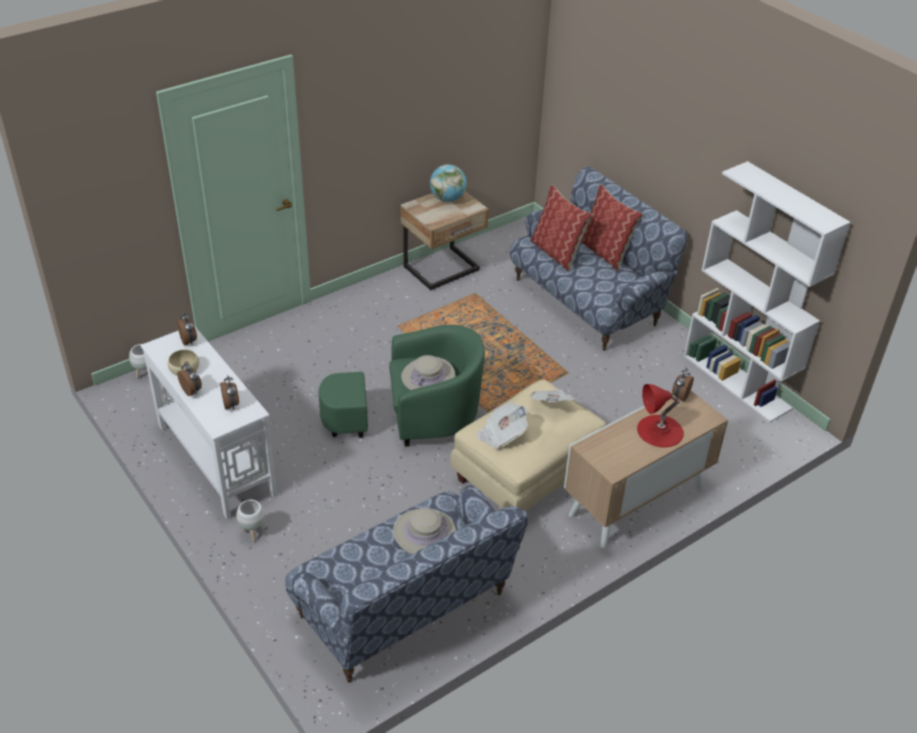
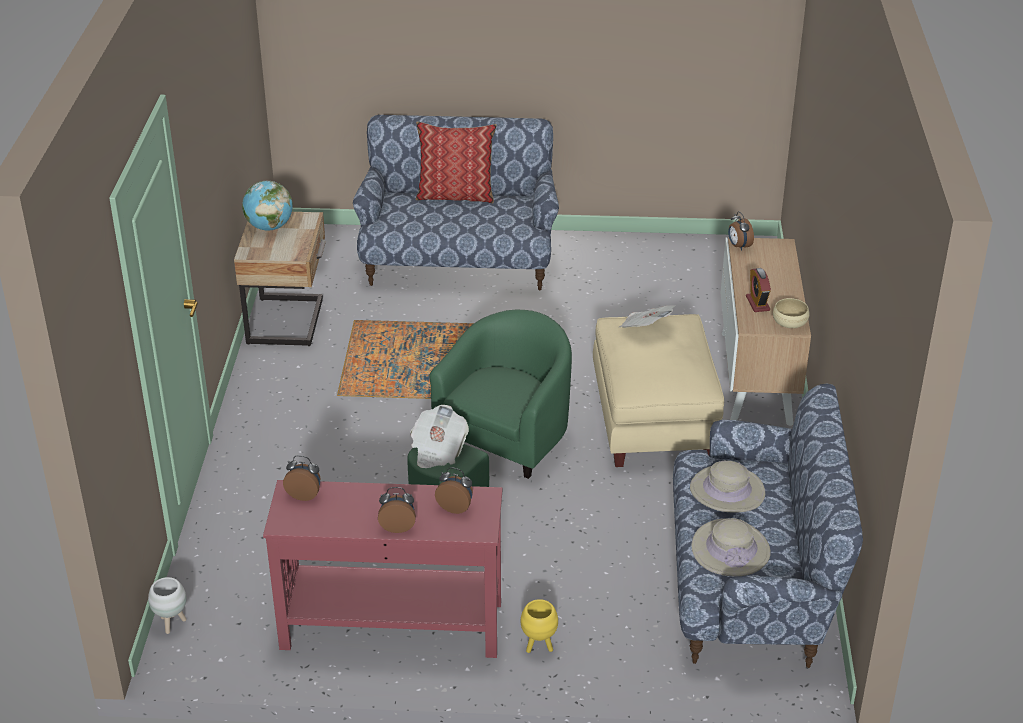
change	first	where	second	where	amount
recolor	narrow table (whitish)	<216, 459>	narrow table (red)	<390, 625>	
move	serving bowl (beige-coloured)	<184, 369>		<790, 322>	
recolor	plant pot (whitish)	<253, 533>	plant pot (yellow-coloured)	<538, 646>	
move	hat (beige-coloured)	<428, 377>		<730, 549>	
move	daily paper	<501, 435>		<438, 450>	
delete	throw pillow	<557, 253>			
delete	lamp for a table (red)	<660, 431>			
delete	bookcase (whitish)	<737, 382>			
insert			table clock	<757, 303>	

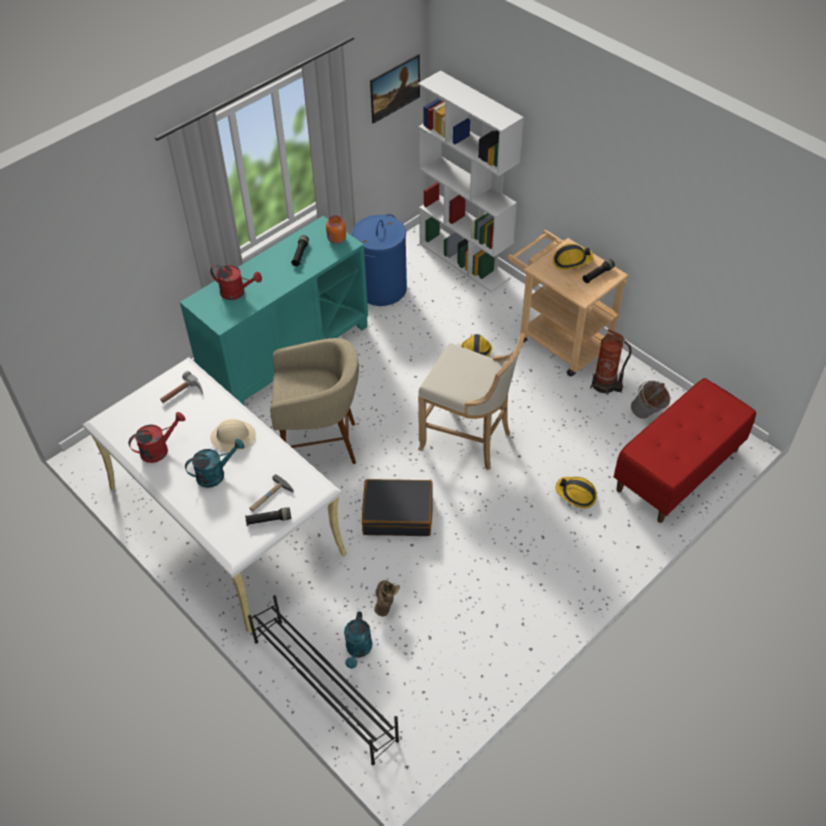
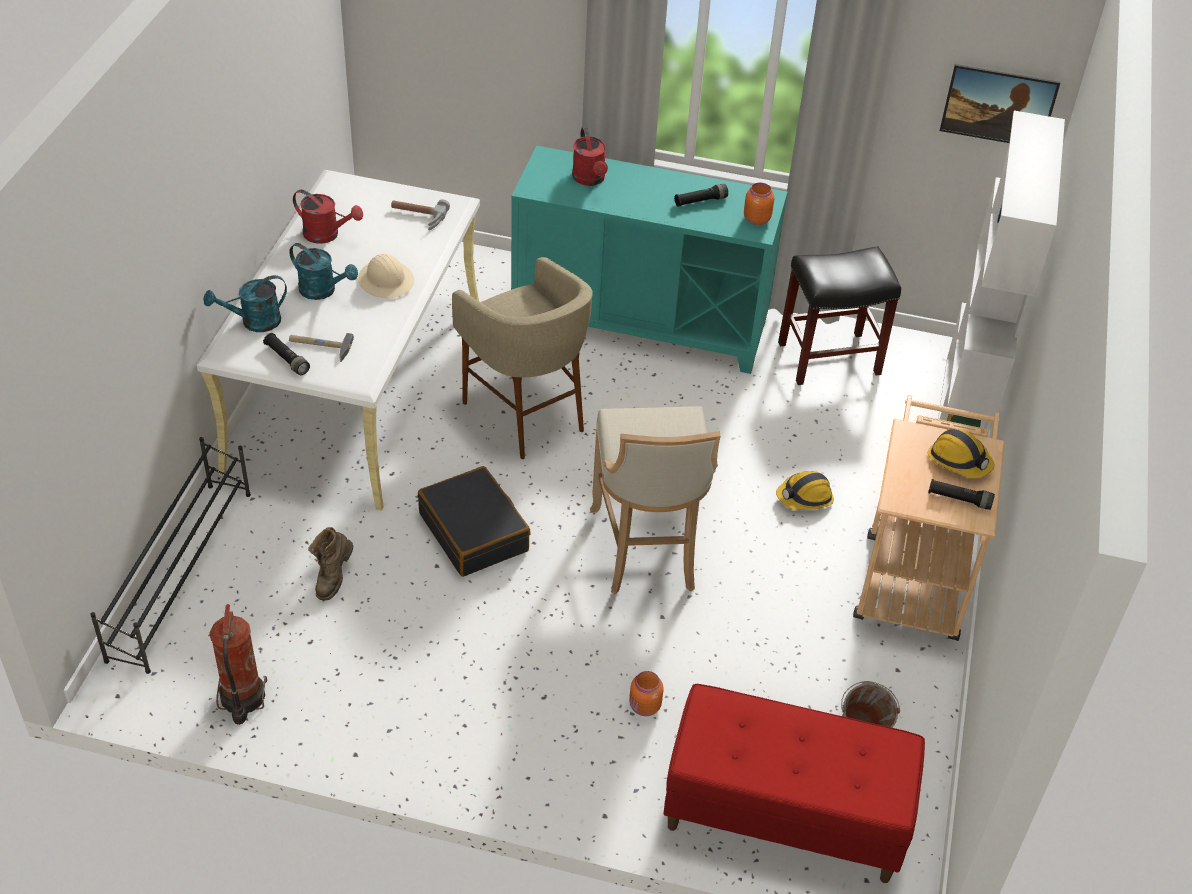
change	first	where	second	where	amount
move	sprinkling can (blue-green)	<358, 650>		<254, 322>	
replace	washing basket (blue-coloured)	<381, 289>	stool seat (black-coloured)	<828, 359>	
rotate	high-top boot (brown-coloured)	<385, 603>		<333, 578>	135 degrees clockwise
replace	safety helmet	<576, 494>	jar (orange-coloured)	<644, 707>	
move	fire extinguisher	<605, 385>		<241, 699>	

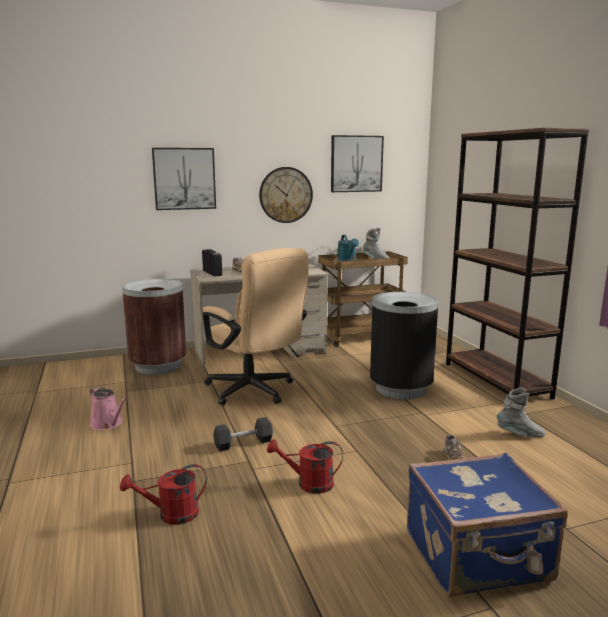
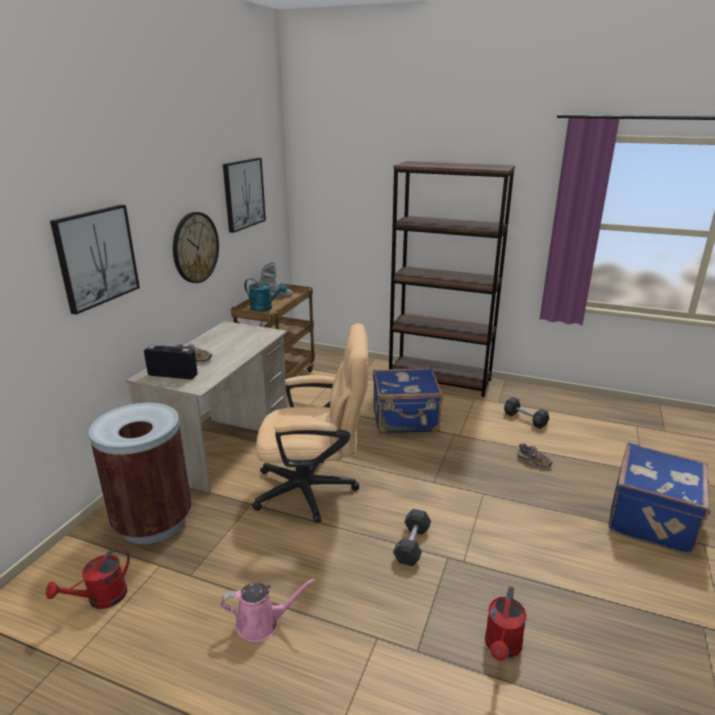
change	first	where	second	where	amount
move	sprinkling can (red)	<308, 484>		<101, 599>	
replace	rubbish bin (black-coloured)	<401, 389>	travel case (blue-coloured)	<405, 420>	
replace	high-top boot (grey)	<520, 434>	free weight (black-coloured)	<525, 419>	

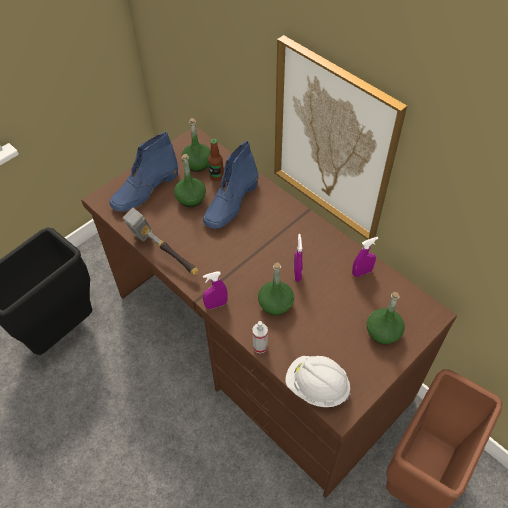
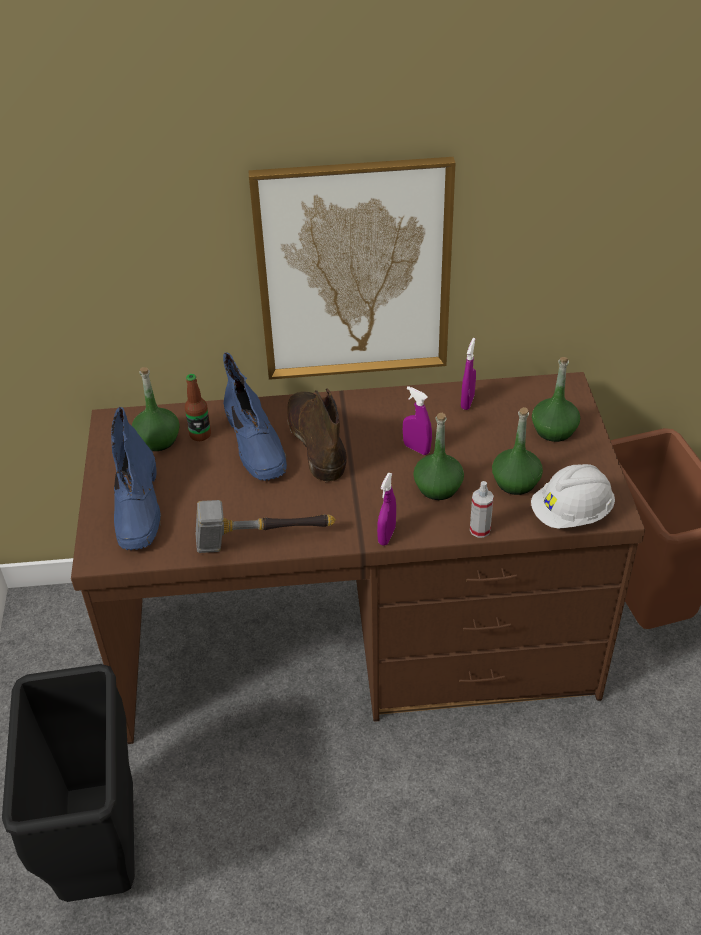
change	first	where	second	where	amount
move	beverage bottle (green)	<190, 198>		<515, 482>	
insert			high-top boot (brown-coloured)	<316, 440>	

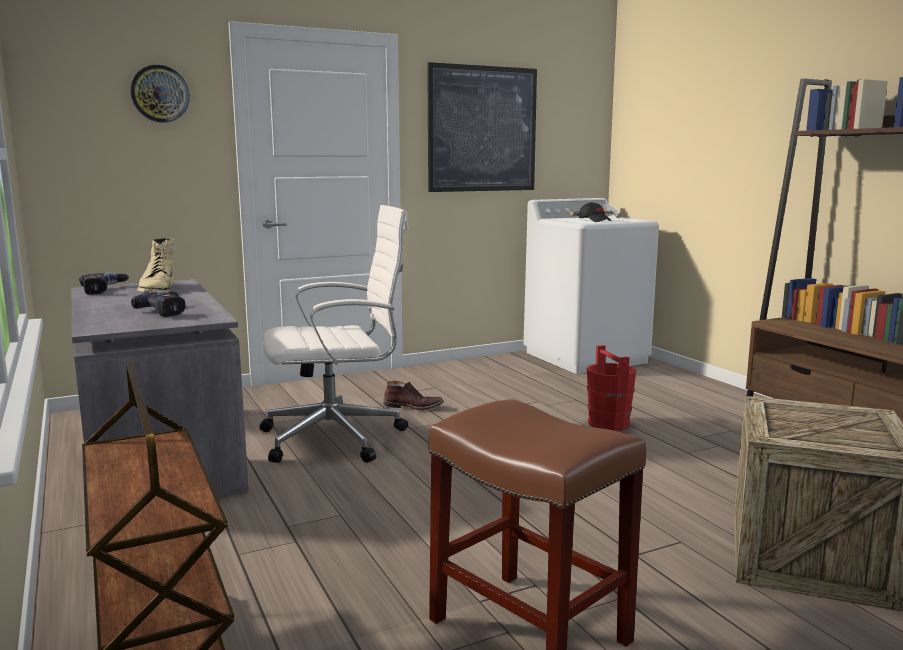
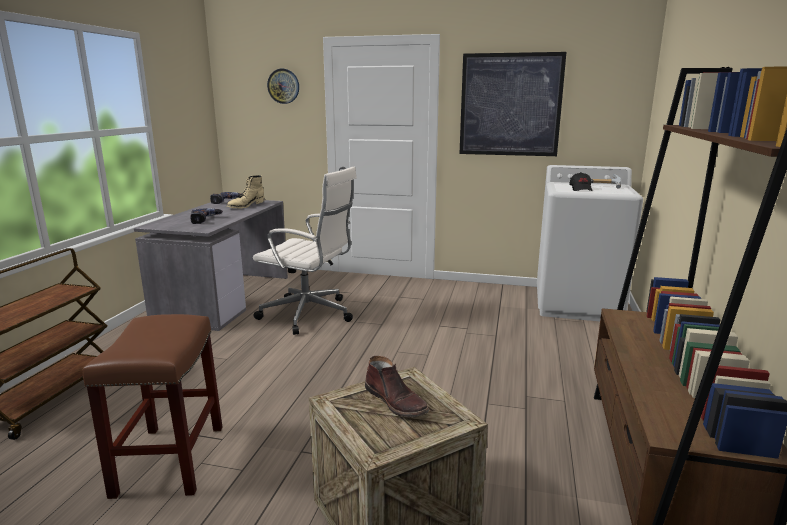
change	first	where	second	where	amount
move	high-top boot (brown-coloured)	<413, 406>		<396, 402>	
delete	bucket (red)	<608, 423>			

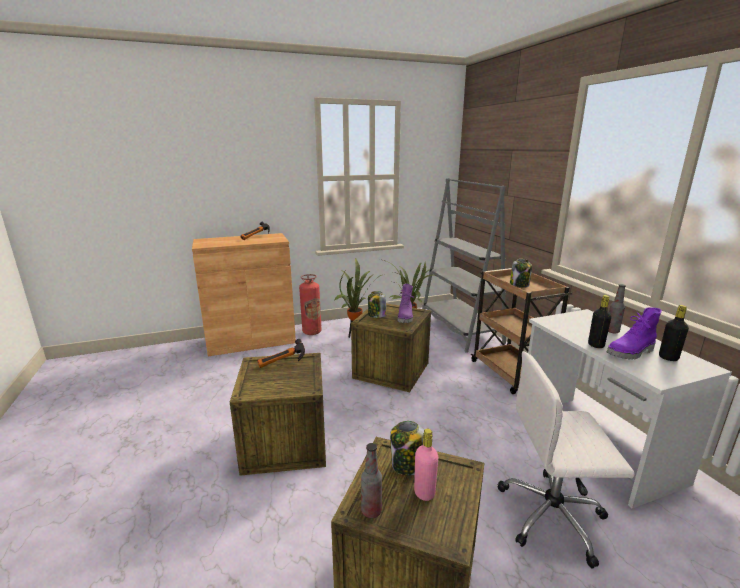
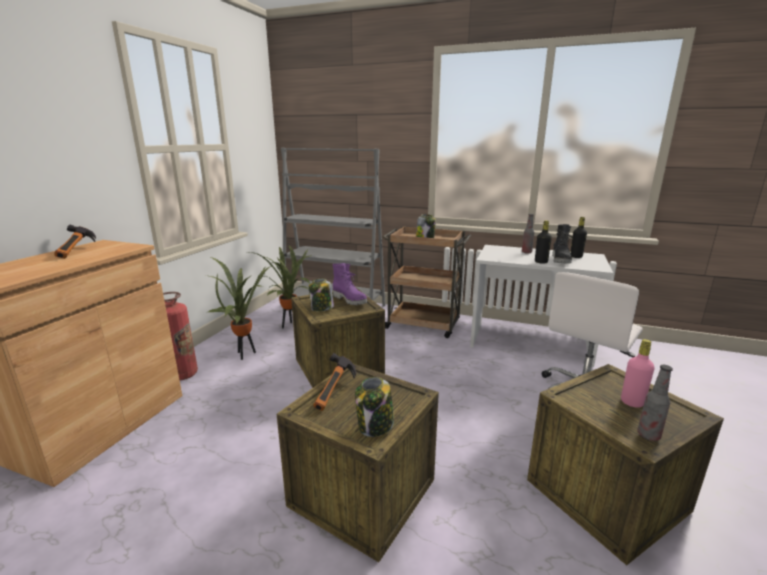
change	first	where	second	where	amount
move	jar	<408, 465>		<375, 426>	
recolor	high-top boot (purple)	<631, 353>	high-top boot (black-coloured)	<561, 260>	

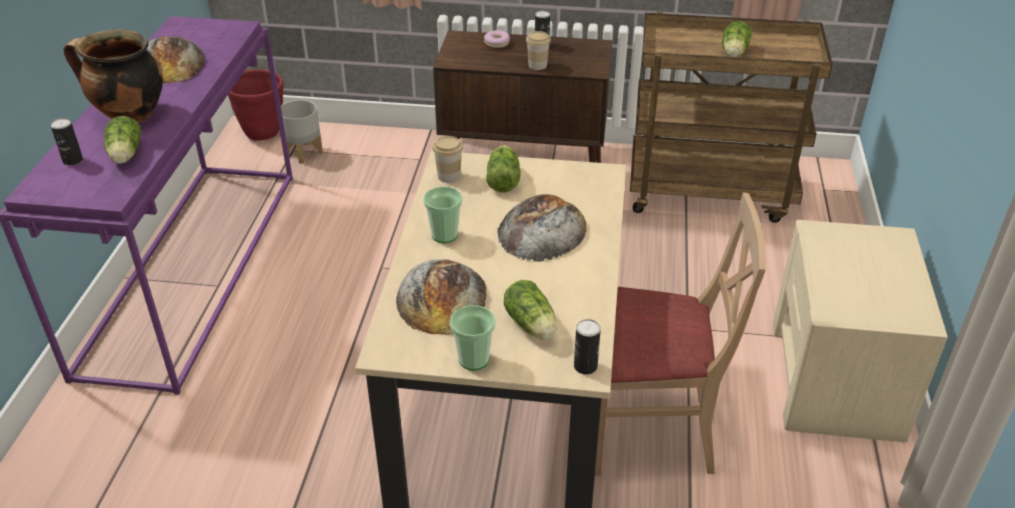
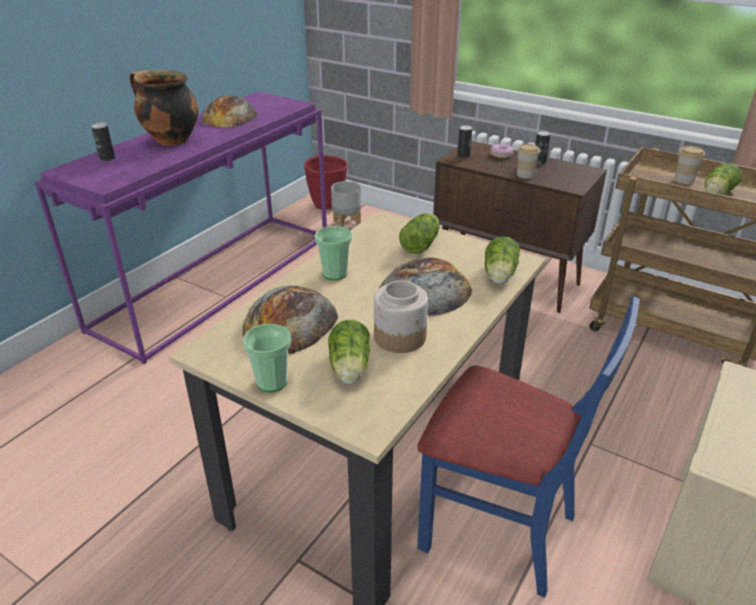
change	first	where	second	where	amount
move	lettuce	<125, 155>		<499, 276>	
move	cup	<449, 176>		<684, 180>	
move	metal can	<585, 366>		<463, 156>	
recolor	upright chair (beige-coloured)	<648, 431>	upright chair (blue-coloured)	<498, 528>	
insert			jar	<400, 337>	

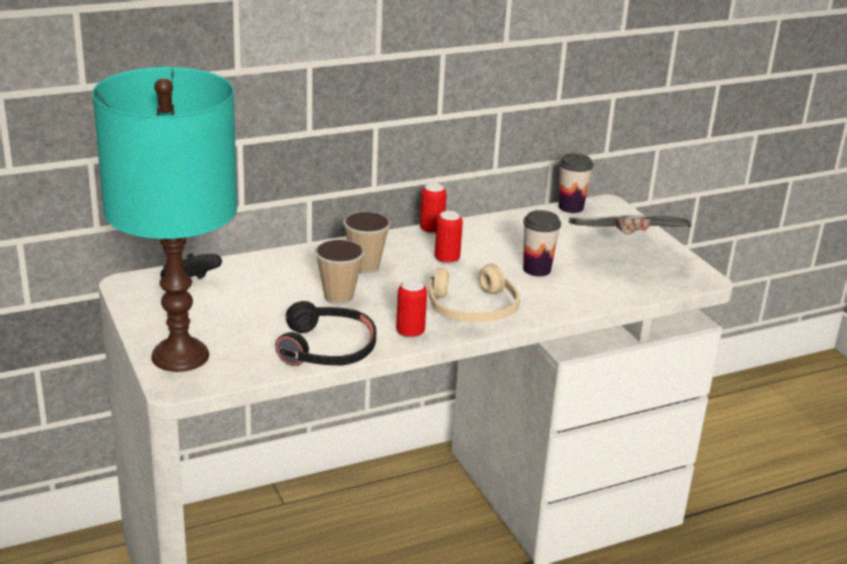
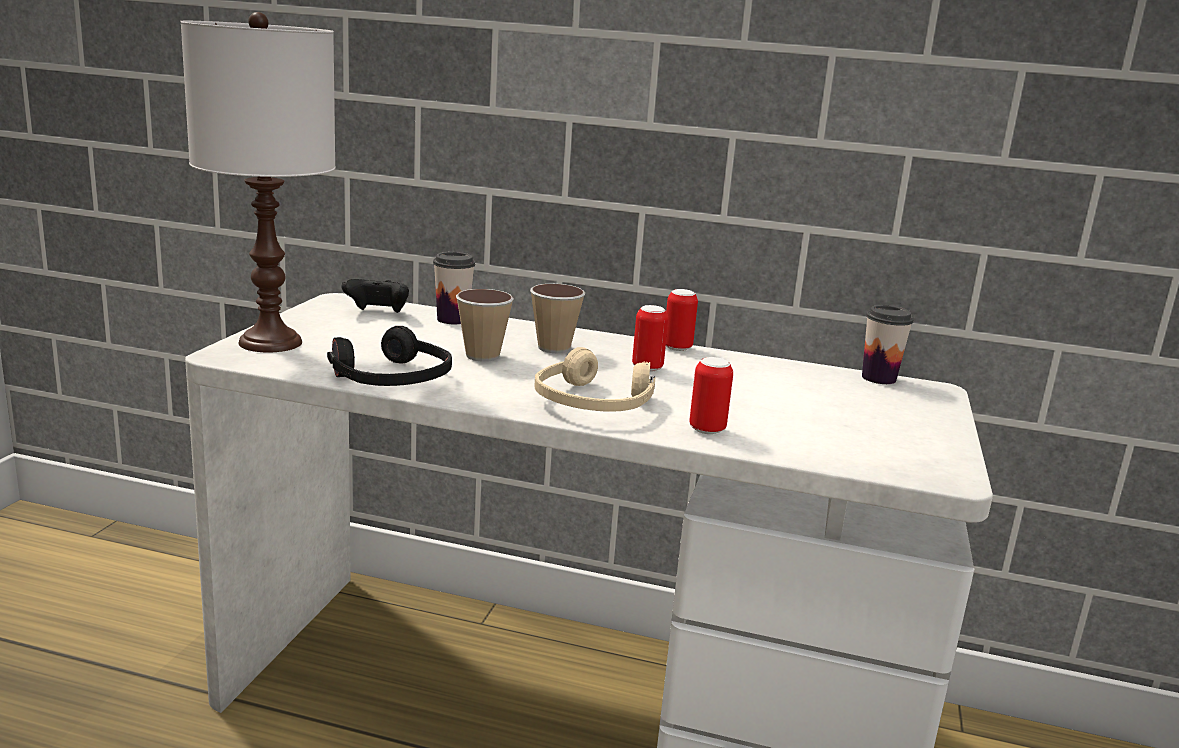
change	first	where	second	where	amount
recolor	lamp for a table (blue-green)	<181, 356>	lamp for a table (whitish)	<270, 343>	
move	metal can	<410, 332>		<707, 429>	
move	cup	<537, 269>		<452, 319>	
delete	daily paper	<623, 253>			

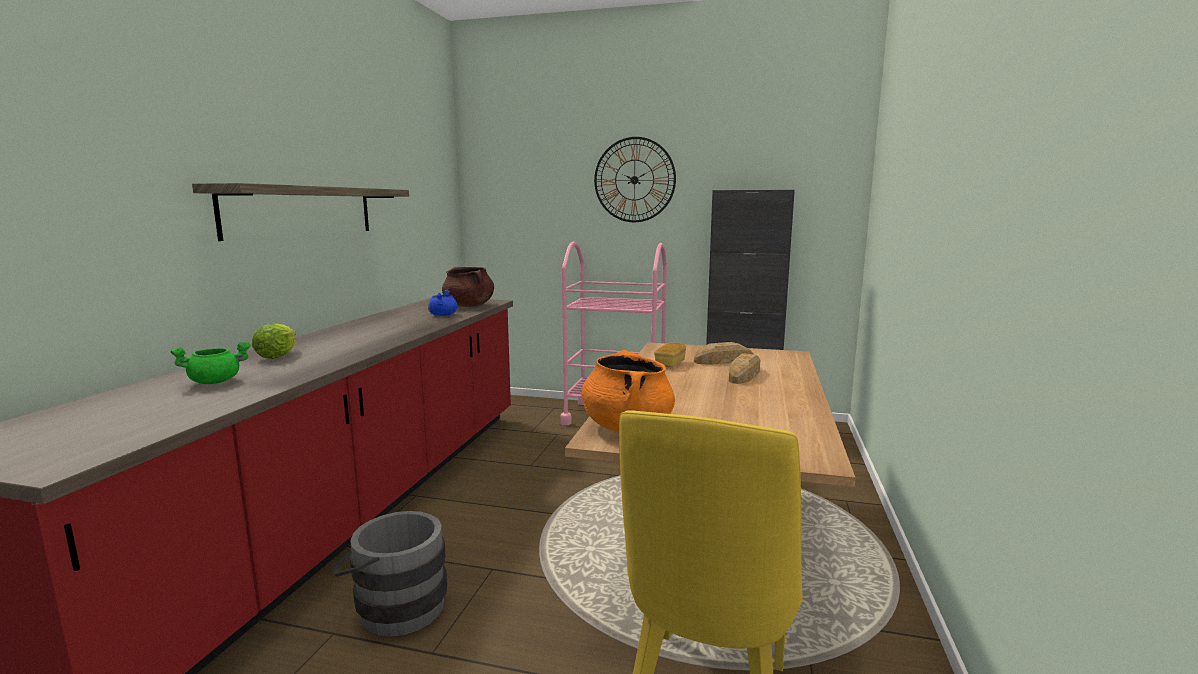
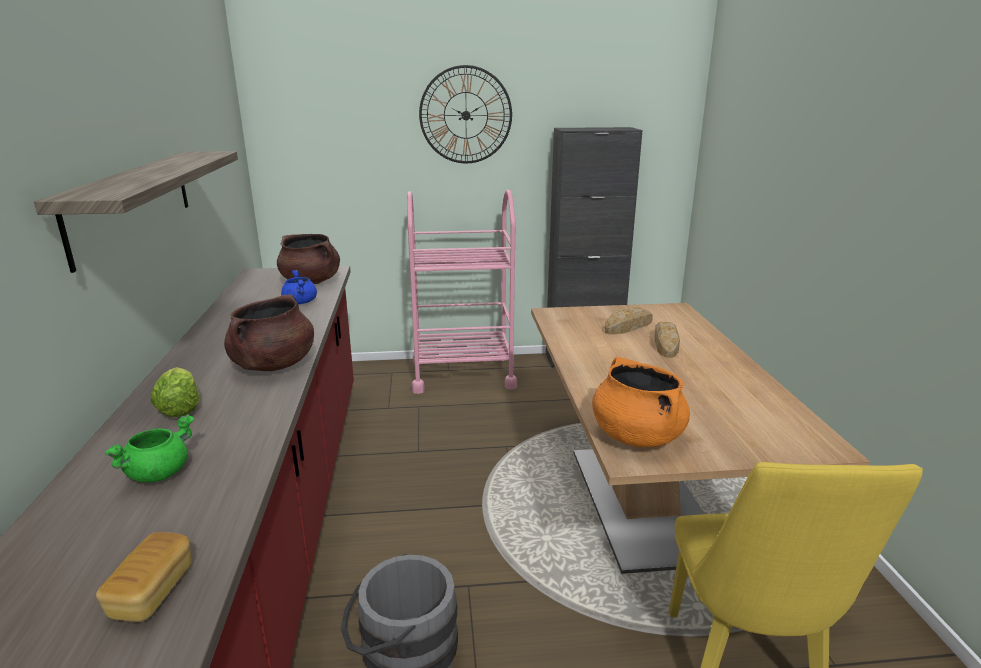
change	first	where	second	where	amount
move	bakery bread	<670, 364>		<152, 592>	
insert			stockpot (brown-coloured)	<273, 365>	

